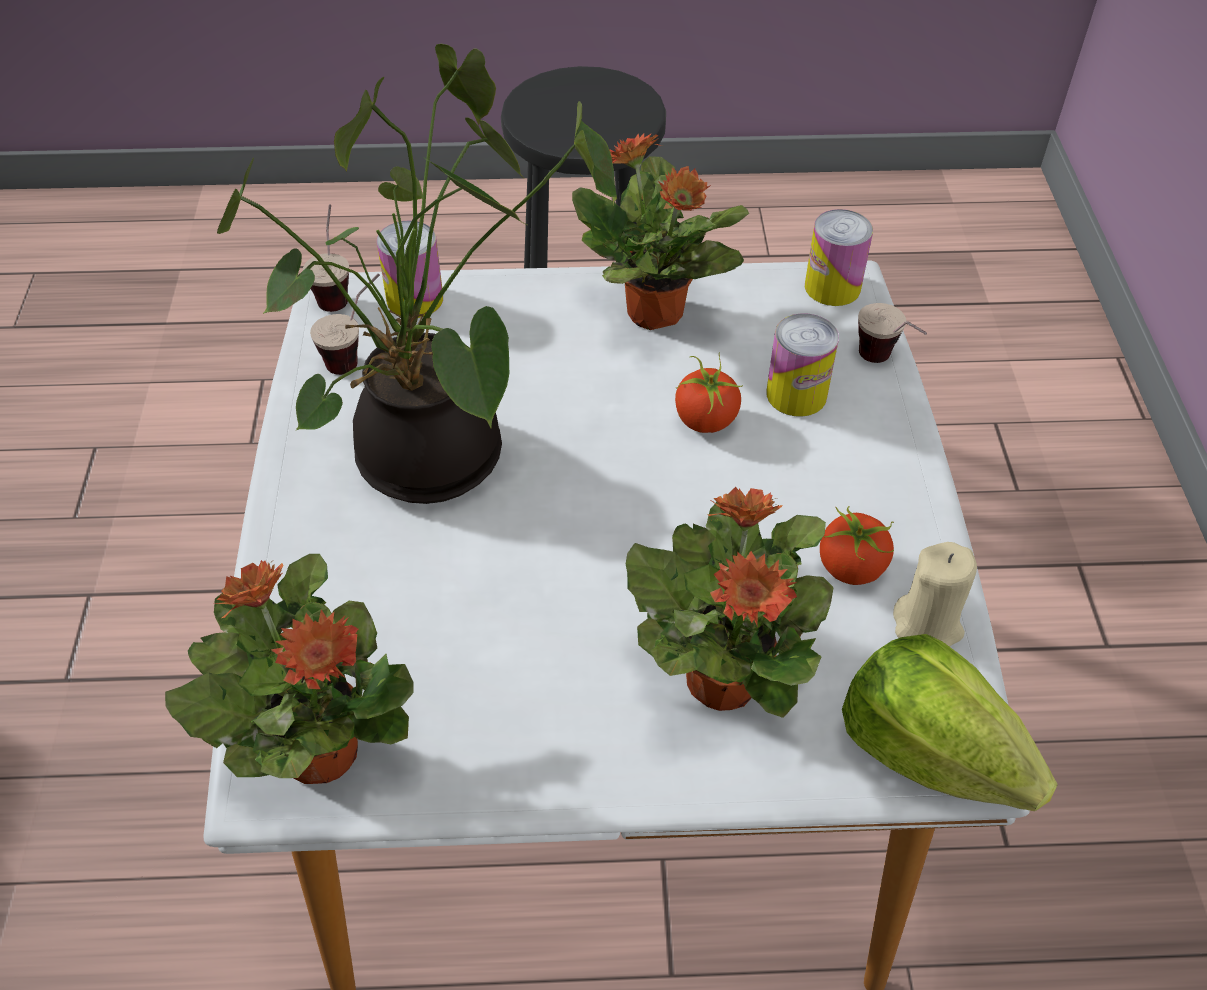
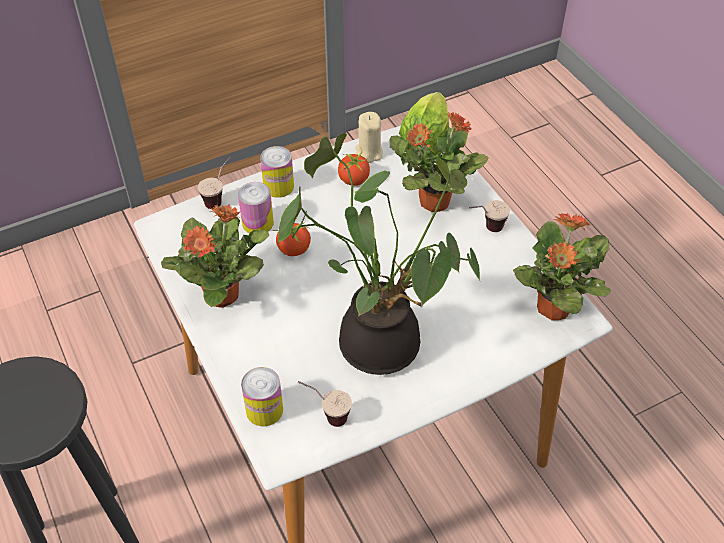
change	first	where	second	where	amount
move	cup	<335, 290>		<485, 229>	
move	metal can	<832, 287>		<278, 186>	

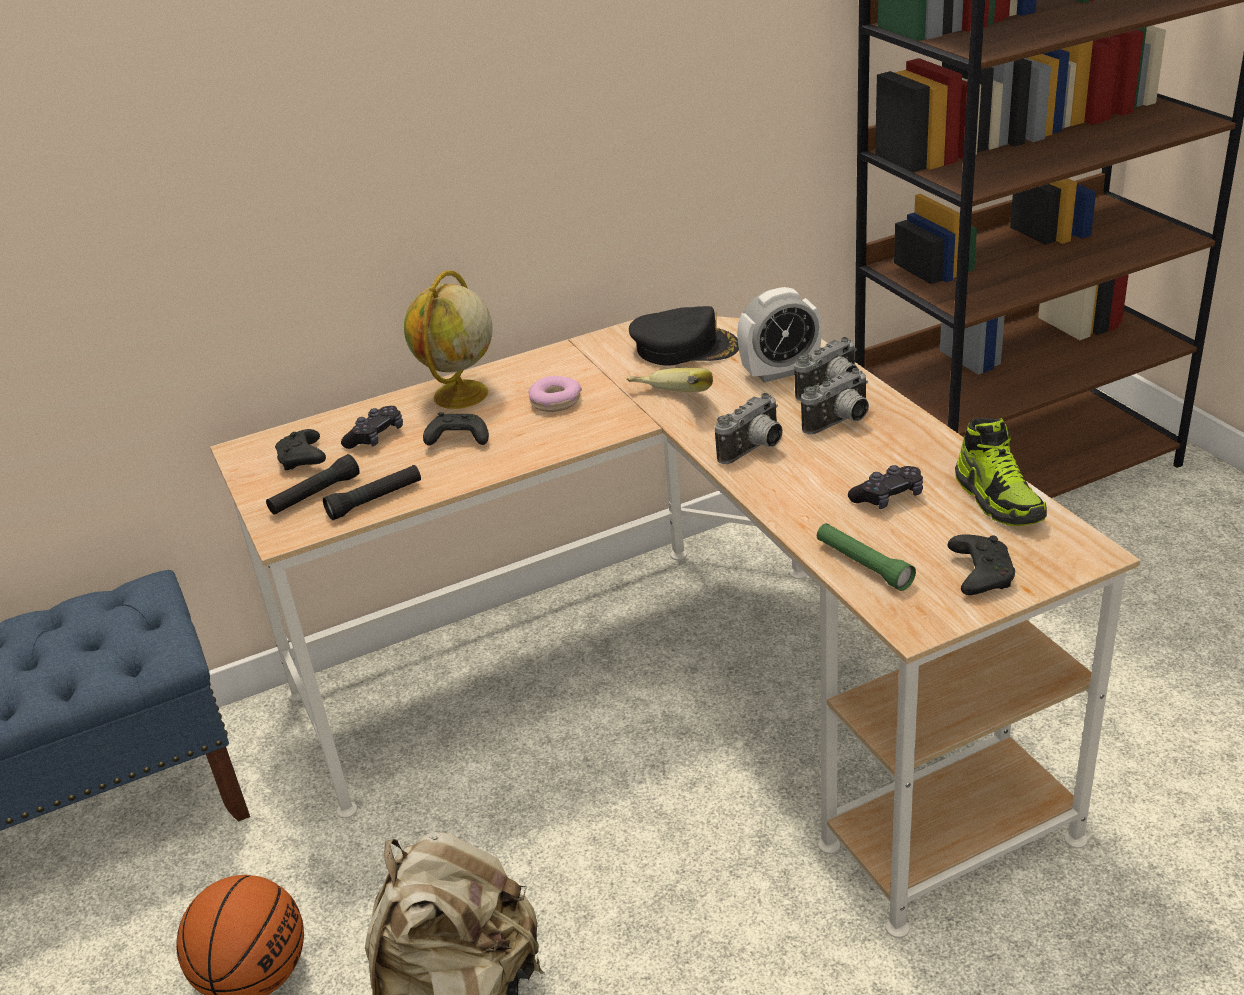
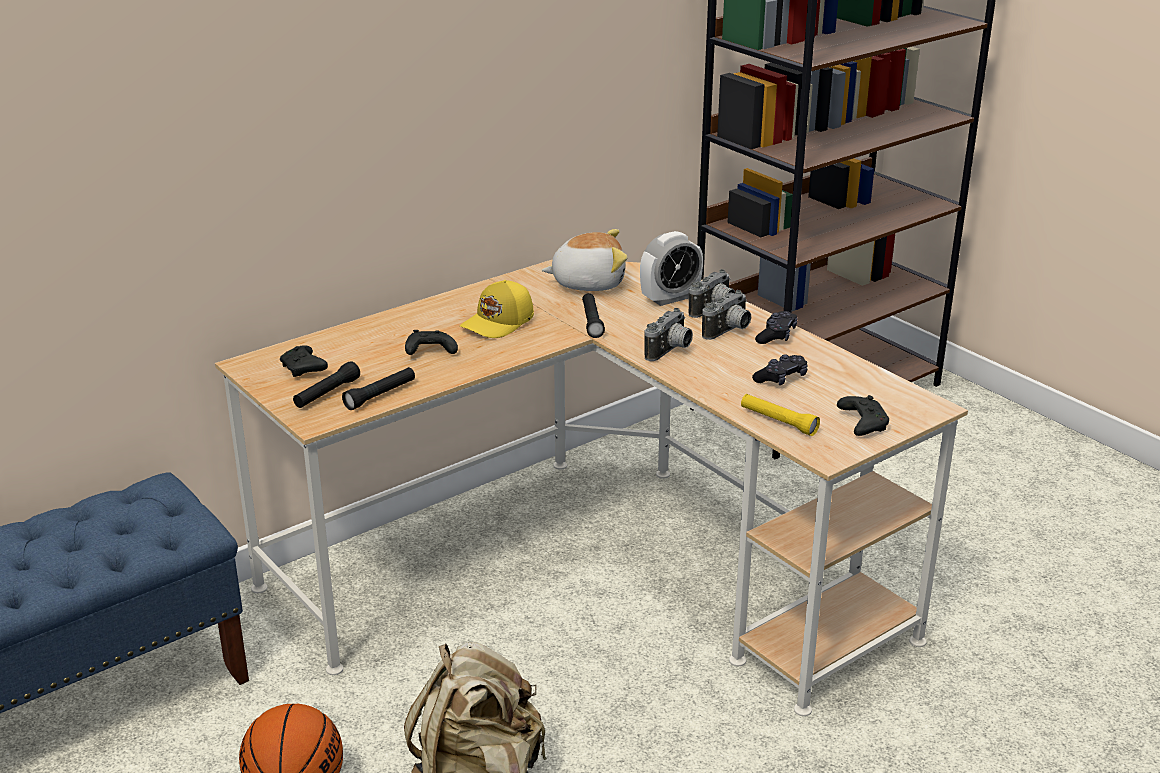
change	first	where	second	where	amount
move	gamepad (black-coloured)	<376, 437>		<776, 335>	
delete	world globe	<460, 396>			
replace	ring doughnut	<556, 401>	peaked cap (yellow-coloured)	<499, 323>	
replace	whole banana	<669, 403>	hand torch (black-coloured)	<592, 322>	
replace	peaked cap (black-coloured)	<685, 347>	soft toy	<588, 282>	
recolor	hand torch (green)	<863, 565>	hand torch (yellow-coloured)	<778, 421>	
delete	item of footwear	<998, 499>			

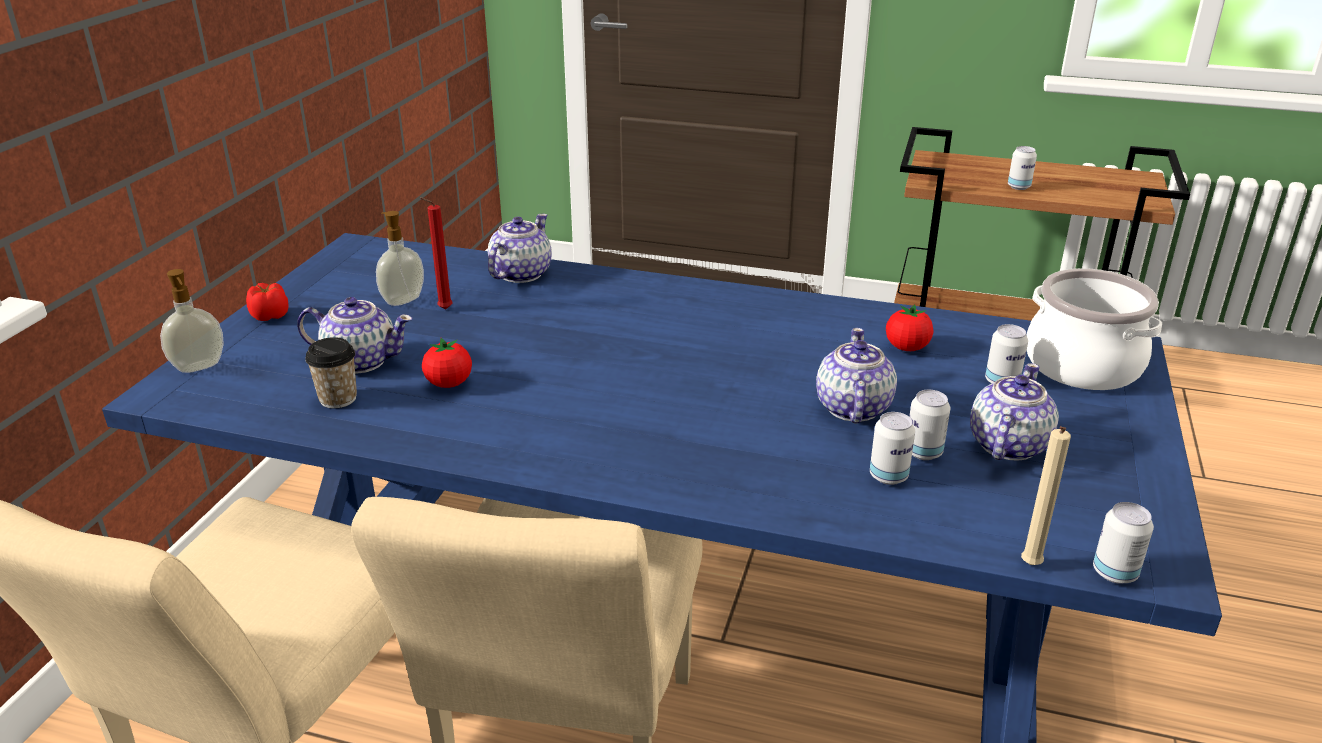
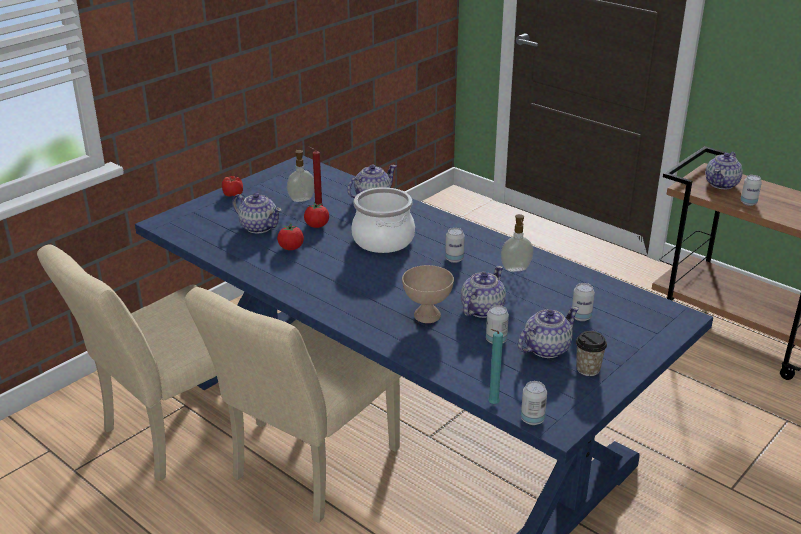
change	first	where	second	where	amount
move	soap dispenser	<199, 367>		<516, 269>	
move	cup	<338, 399>		<588, 369>	
move	metal can	<888, 476>		<454, 259>	
move	fresh tomato	<907, 348>		<317, 226>	
recolor	candle (beige-coloured)	<1029, 567>	candle (blue-green)	<491, 404>	
move	stockpot	<1083, 365>		<384, 240>	
insert			serving bowl (beige-coloured)	<426, 316>	
insert			teapot	<722, 184>	

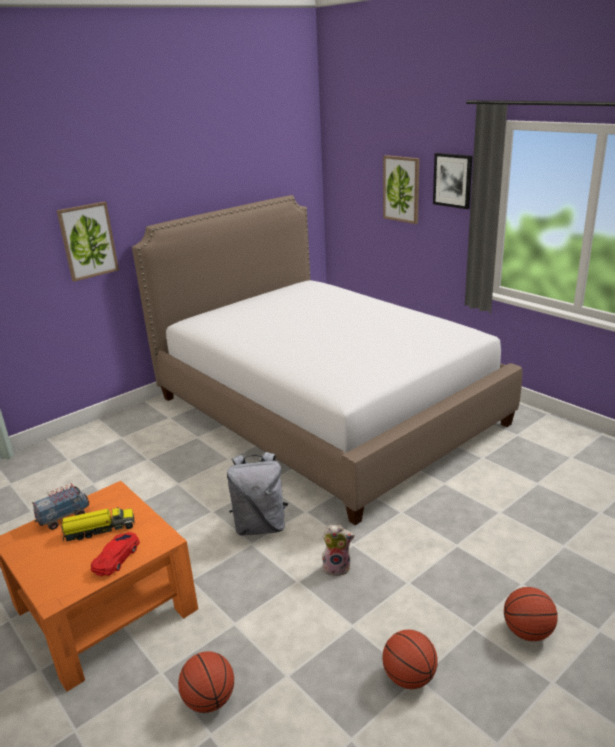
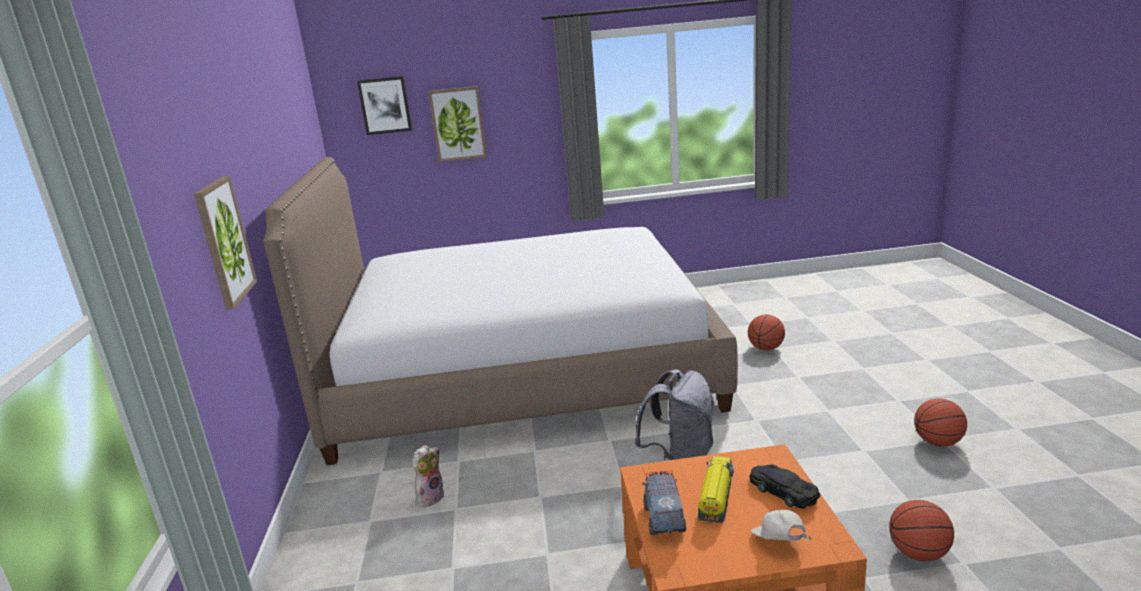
change	first	where	second	where	amount
recolor	model car (red)	<117, 557>	model car (black-coloured)	<782, 491>	
move	soft toy	<337, 567>		<430, 497>	
move	wall art	<453, 180>		<385, 105>	
move	basketball ball	<527, 632>		<765, 348>	
insert			peaked cap (whitish)	<779, 543>	

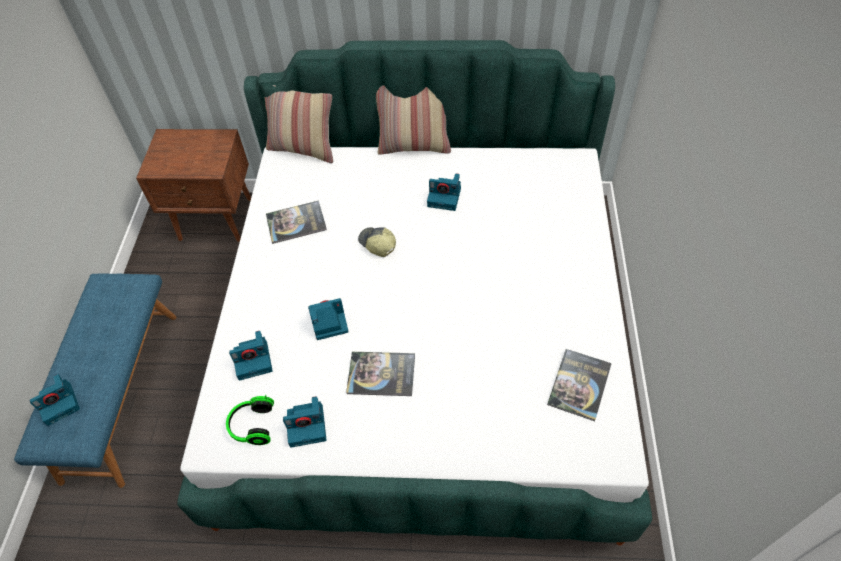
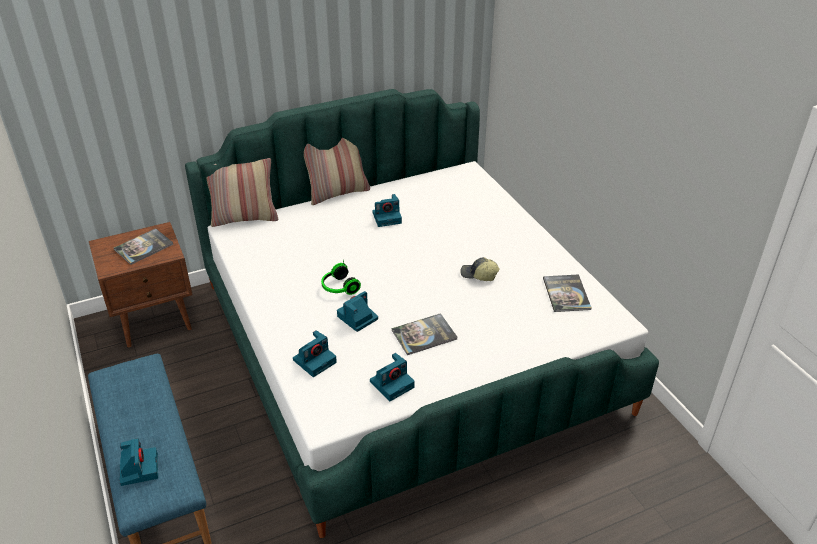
change	first	where	second	where	amount
rotate	photo camera	<60, 403>		<139, 468>	45 degrees counterclockwise
move	pair of headphones	<252, 426>		<338, 288>	
move	bound book	<296, 222>		<143, 247>	
move	peaked cap	<377, 244>		<478, 275>	

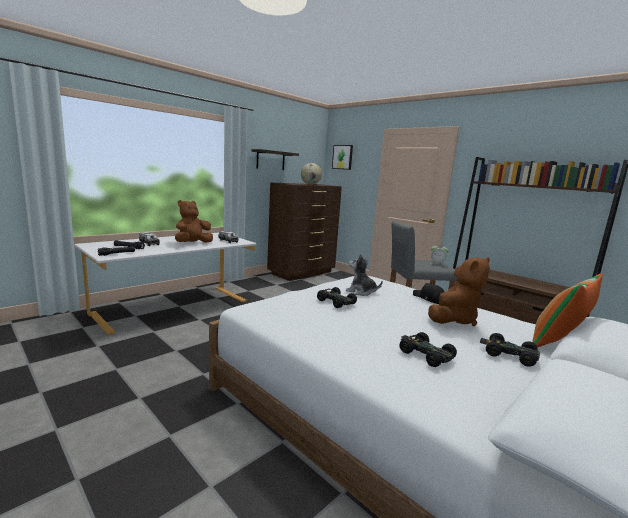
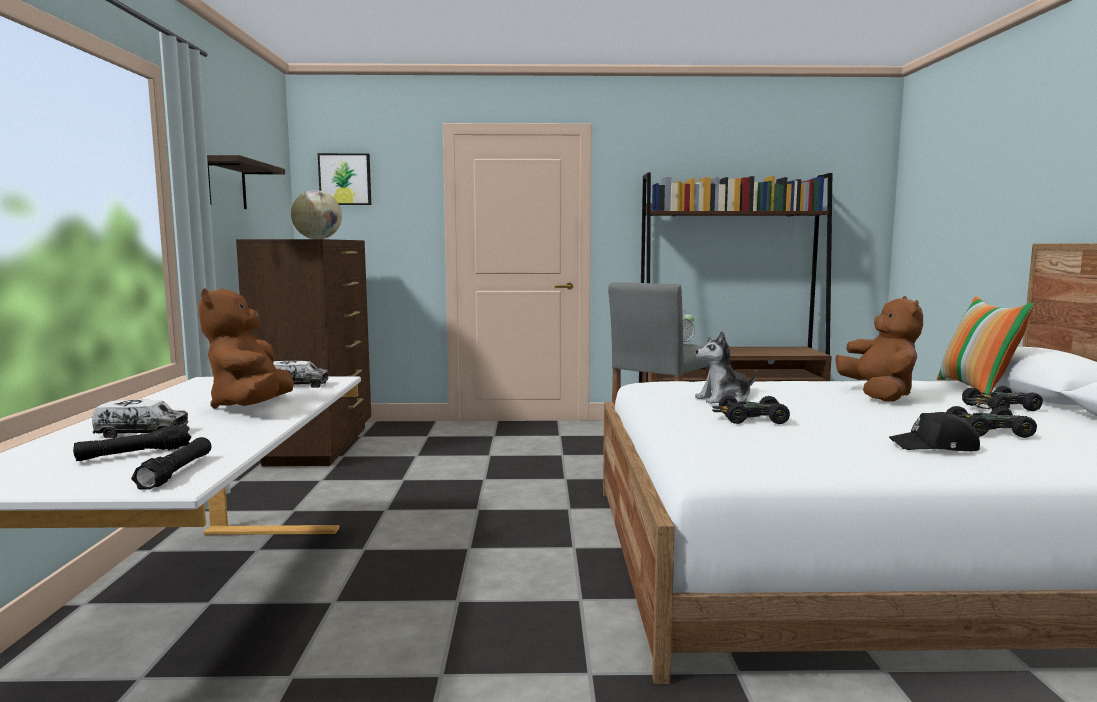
change	first	where	second	where	amount
move	peaked cap (black-coloured)	<429, 299>		<935, 447>	

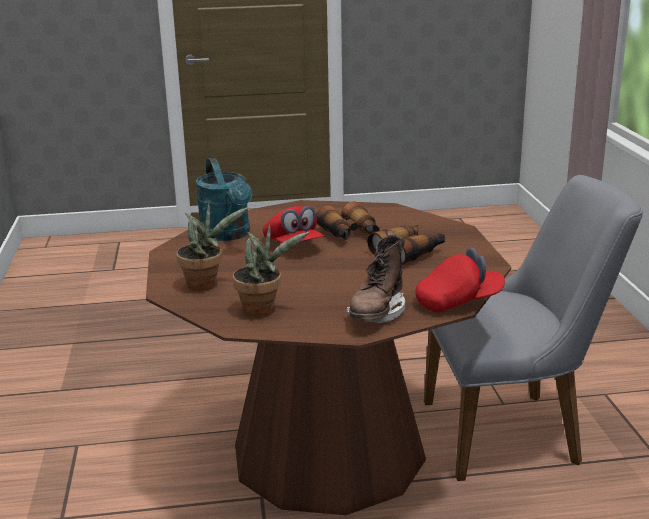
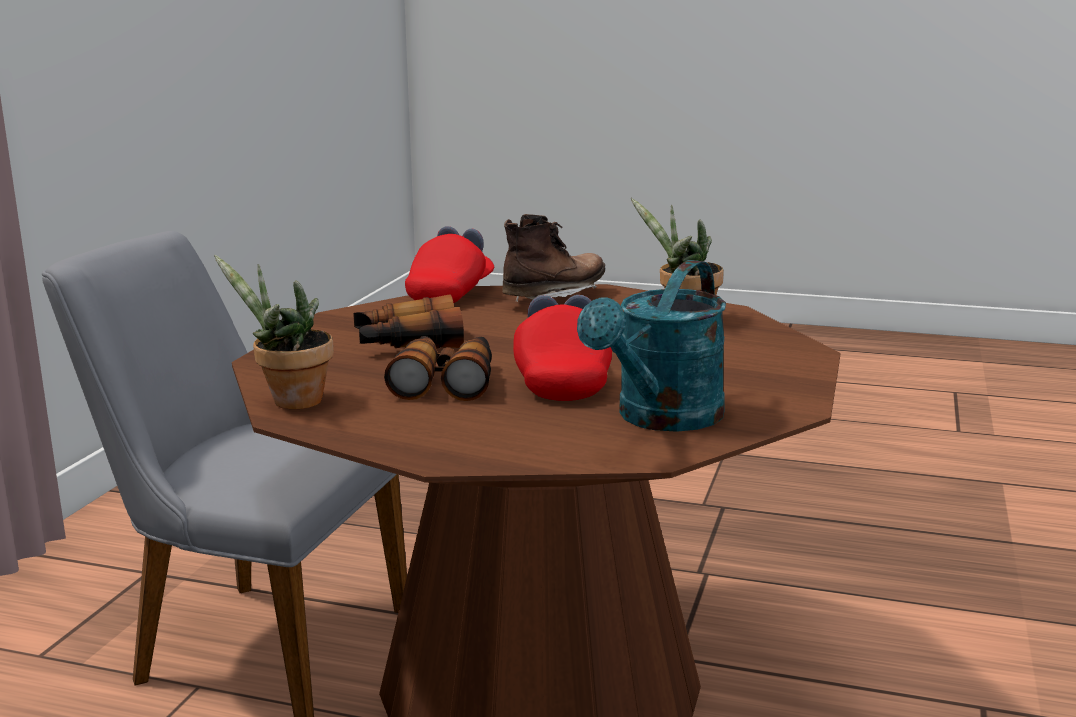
change	first	where	second	where	amount
move	houseplant	<206, 284>		<290, 401>	
rotate	sprinkling can (blue-green)	<228, 235>		<661, 419>	150 degrees counterclockwise
rotate	peaked cap (red)	<459, 302>		<451, 294>	105 degrees clockwise

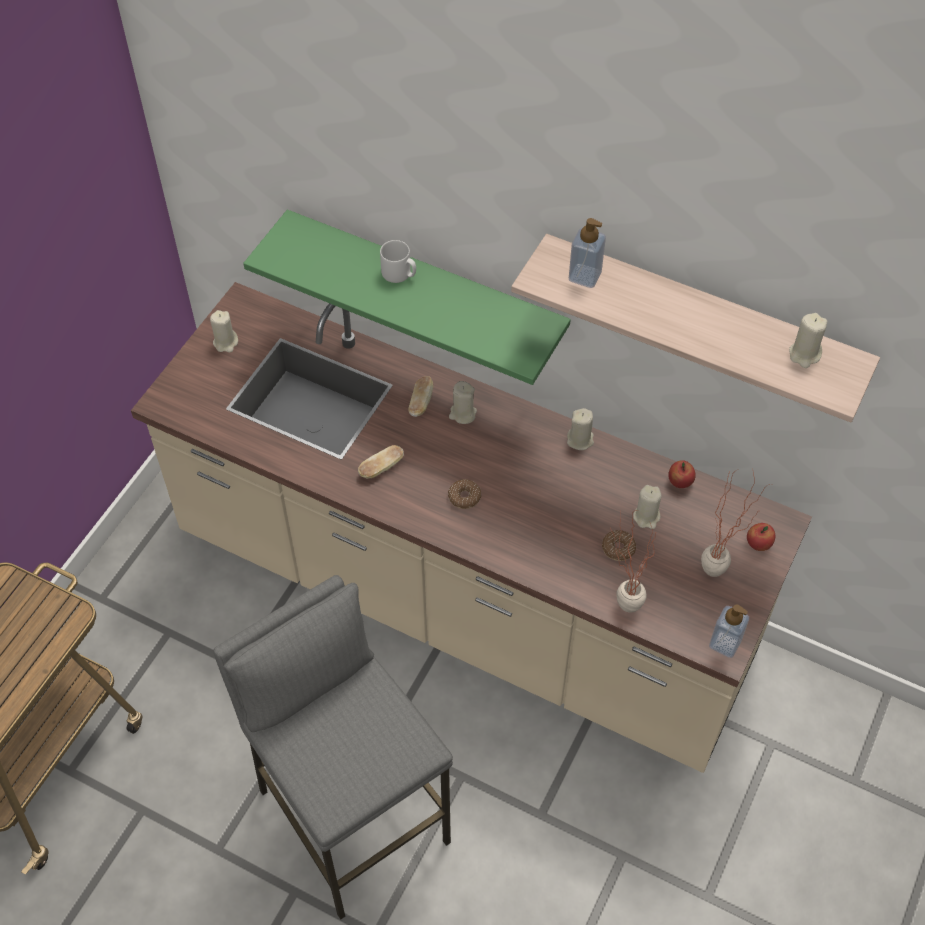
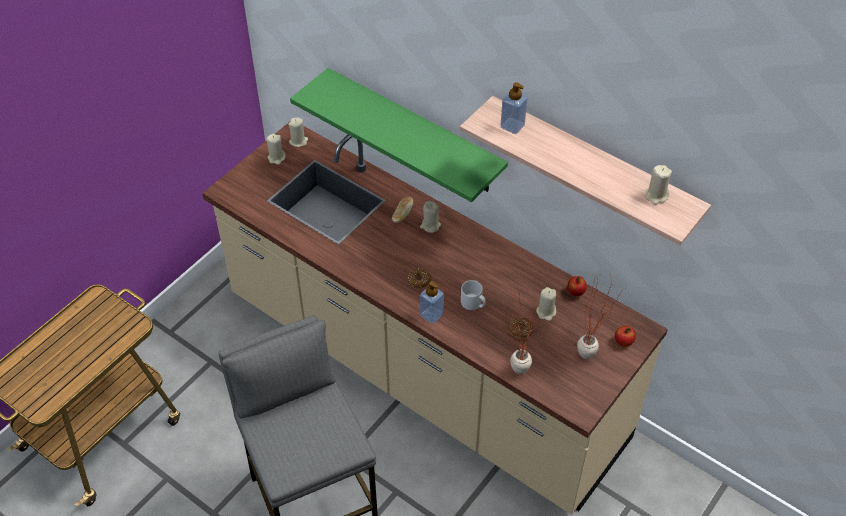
change	first	where	second	where	amount
delete	bakery bread	<381, 468>			
move	tea mug (grey)	<399, 274>		<473, 304>	
move	candle (beige-coloured)	<580, 440>		<298, 141>	
move	soap dispenser	<725, 643>		<431, 314>	

